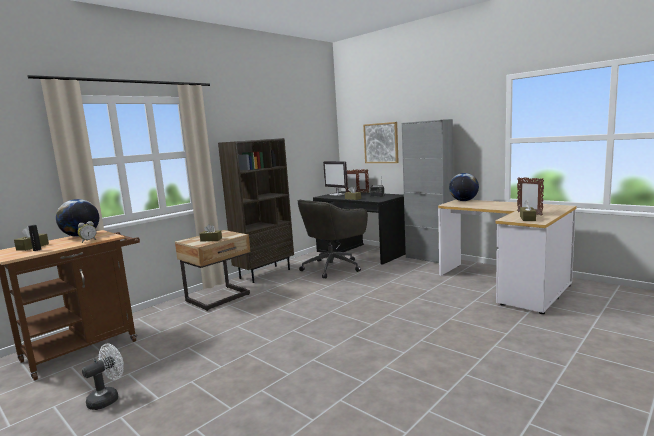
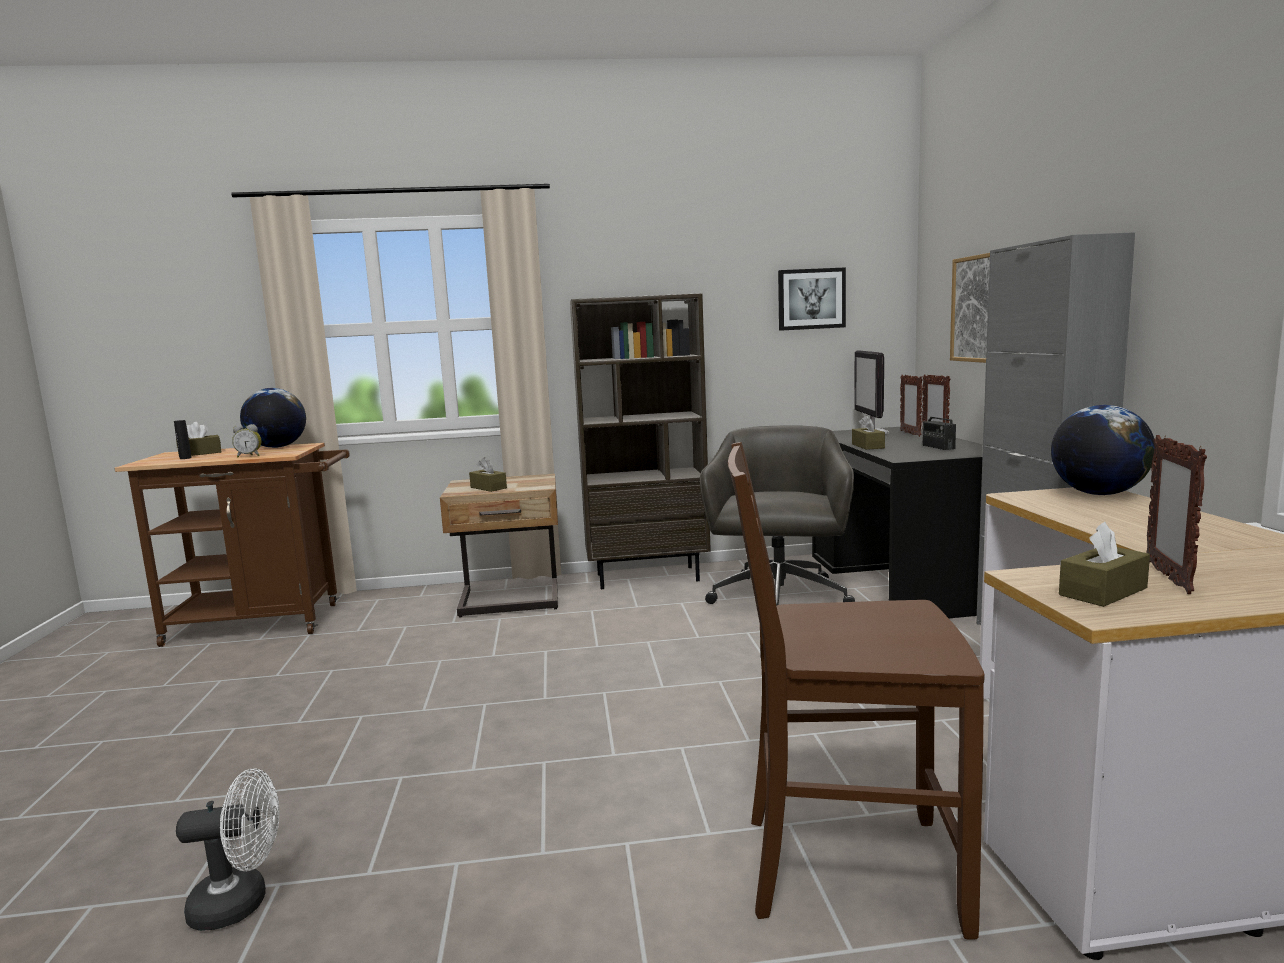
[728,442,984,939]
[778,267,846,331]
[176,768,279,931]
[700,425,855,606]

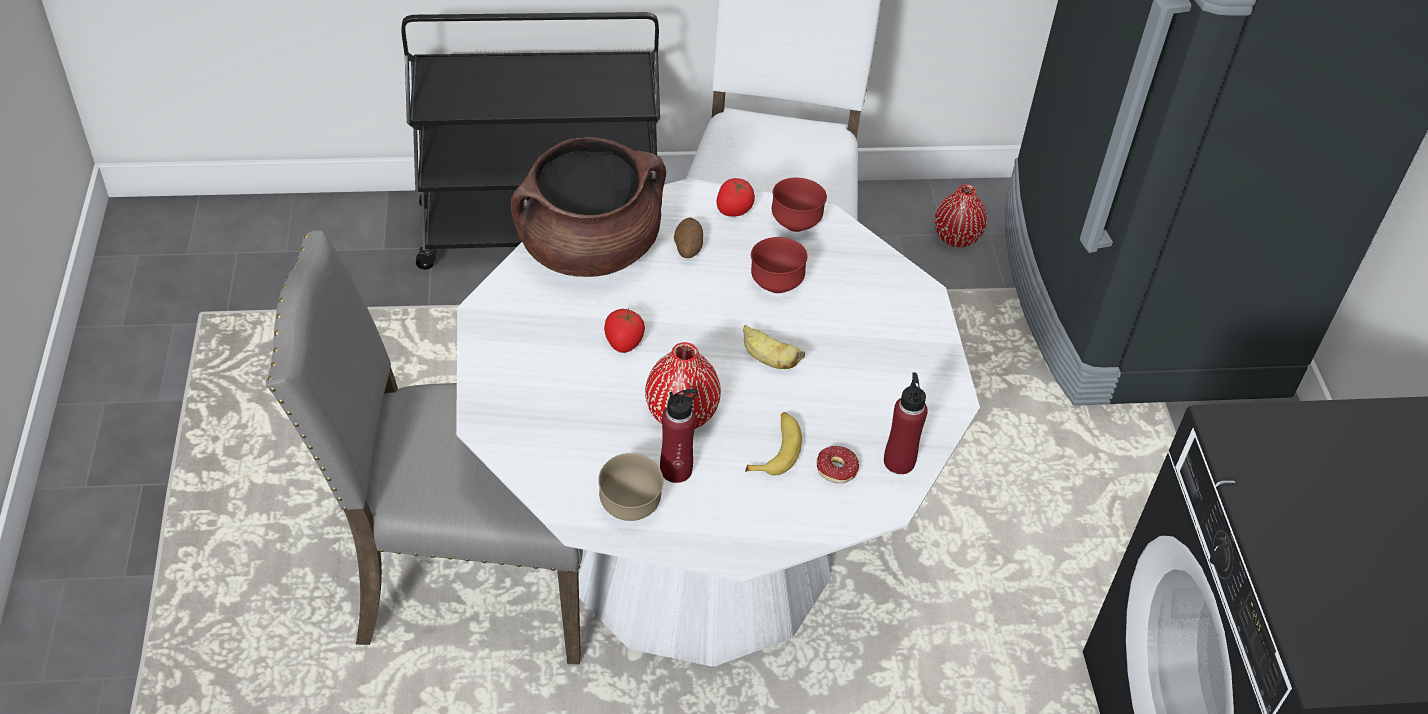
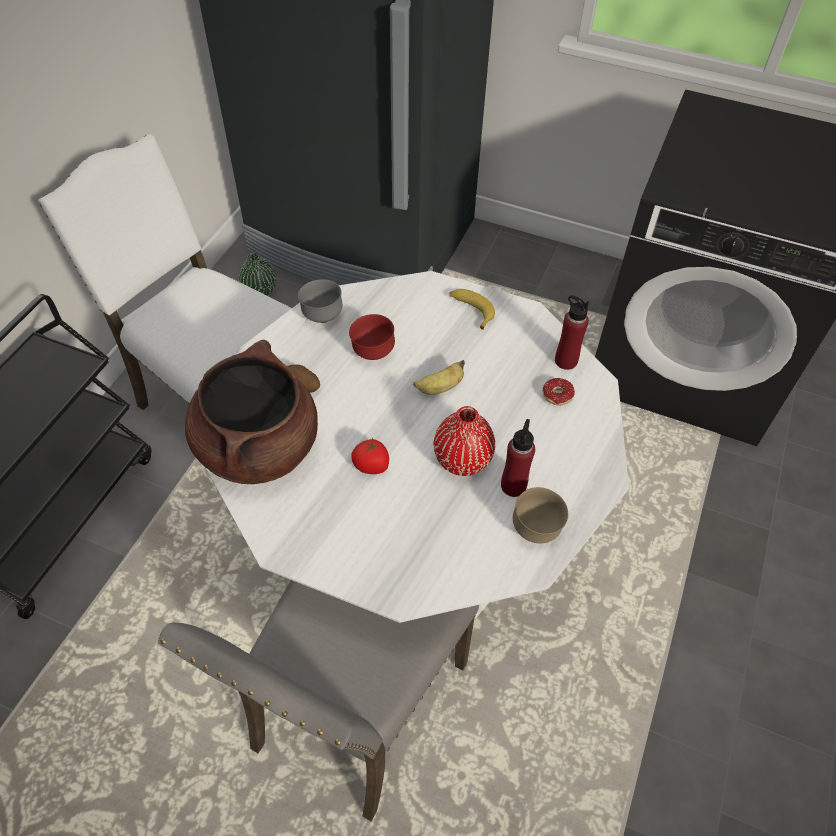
[717,178,755,217] (first image)
[450,289,495,330]
[298,279,342,323]
[239,253,276,295]

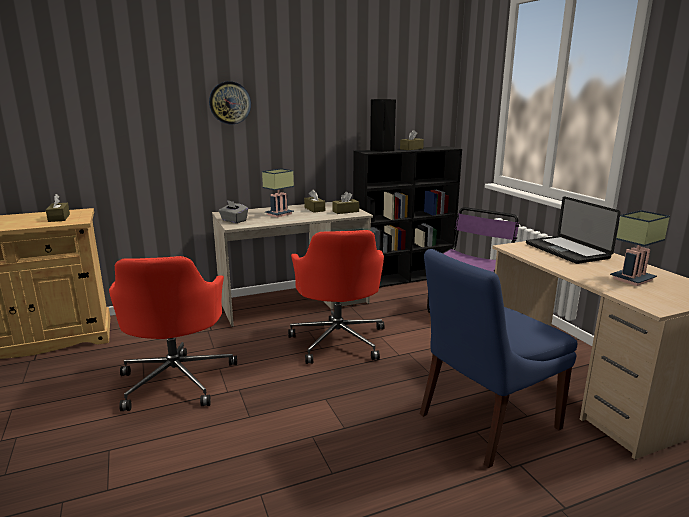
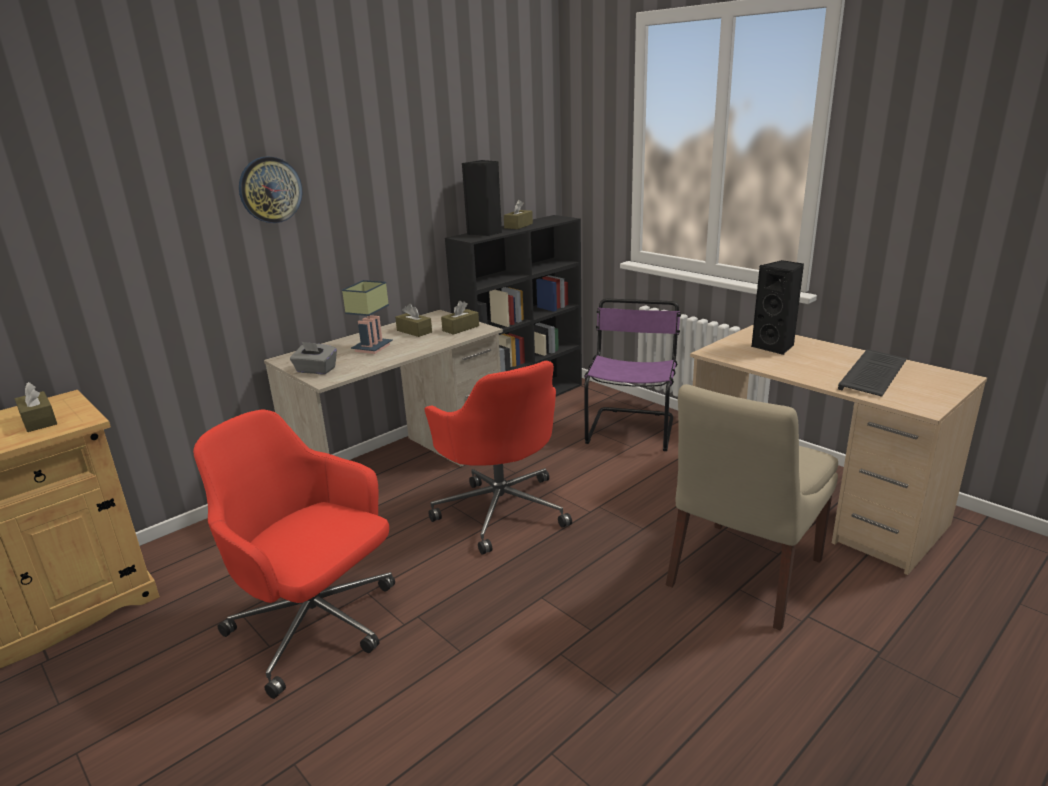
[751,260,804,355]
[838,349,907,397]
[666,384,838,631]
[193,409,395,699]

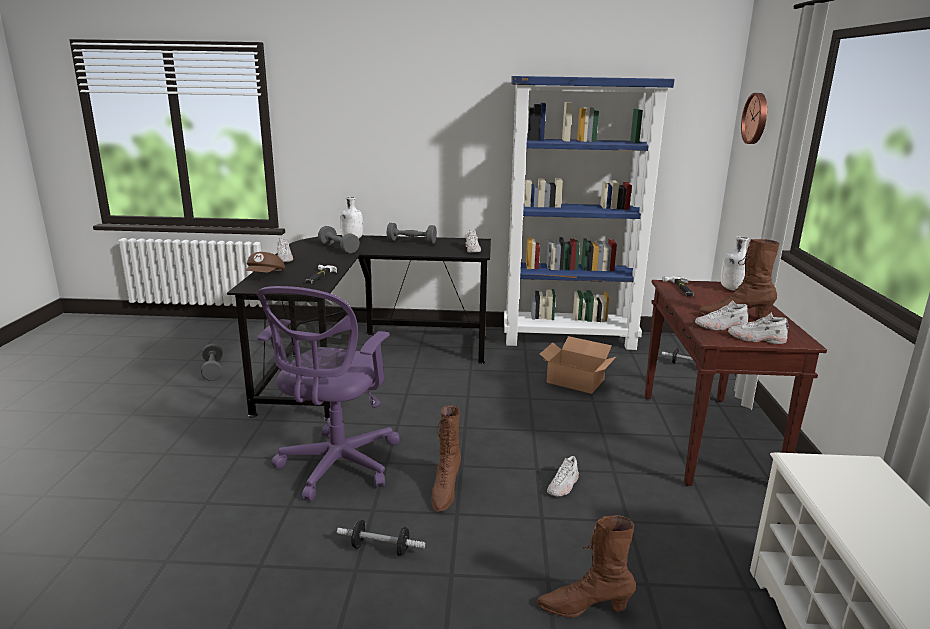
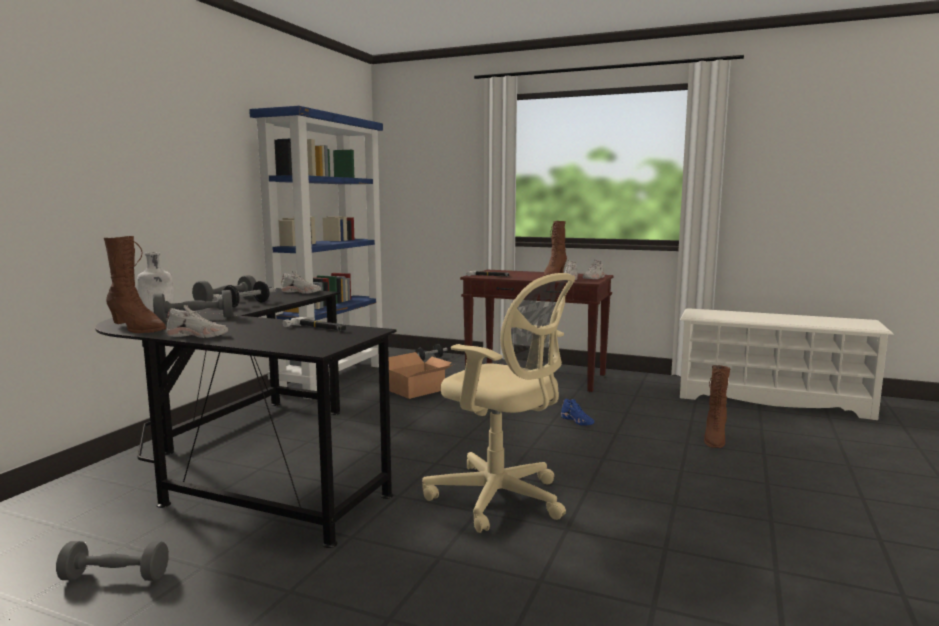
[245,252,285,273] (first image)
[721,236,749,291] (first image)
[741,93,767,144] (first image)
[214,281,276,307]
[104,236,166,333]
[422,273,575,533]
[561,399,594,426]

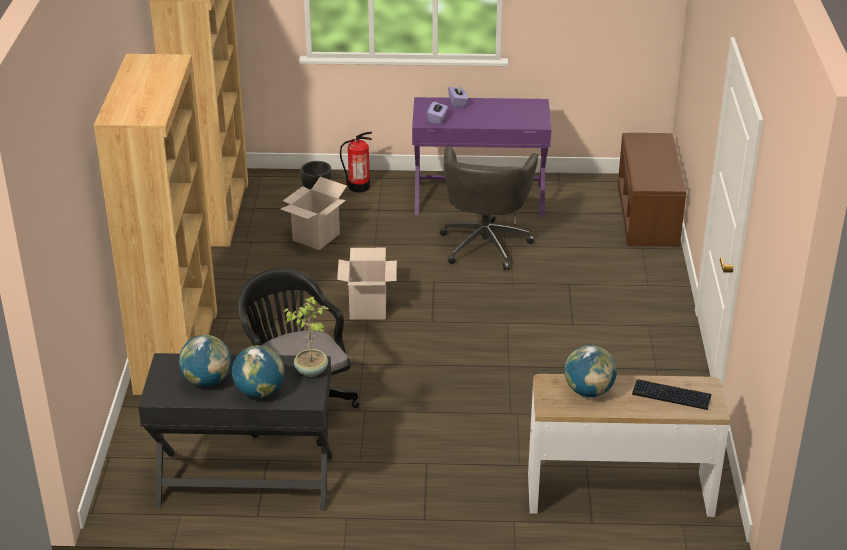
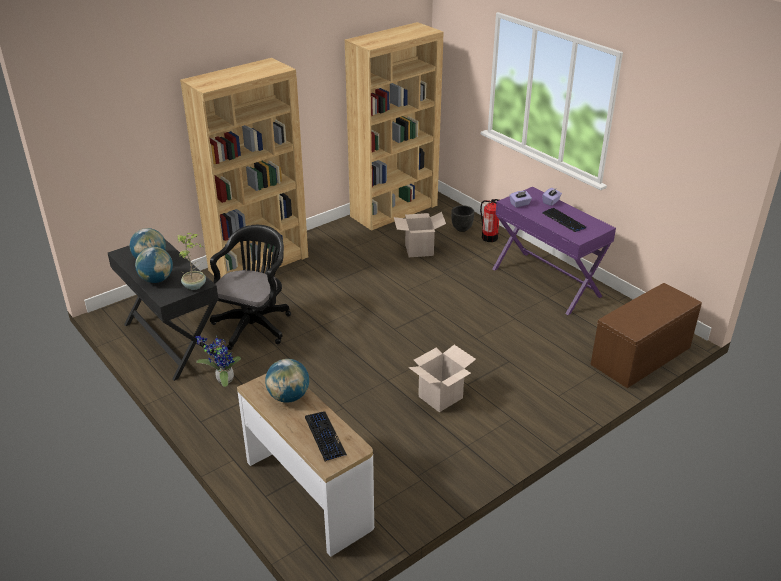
[440,146,538,270] (first image)
[195,336,241,387]
[543,208,586,232]
[408,345,476,412]

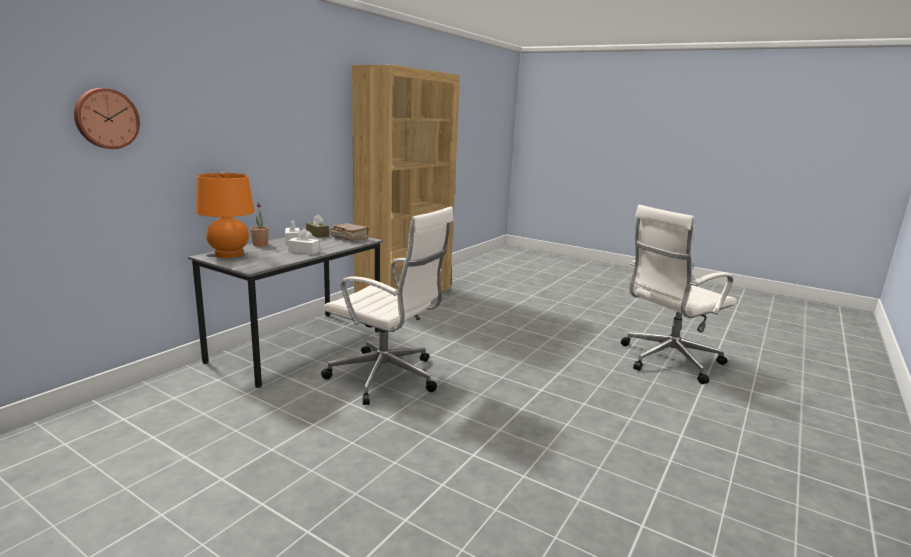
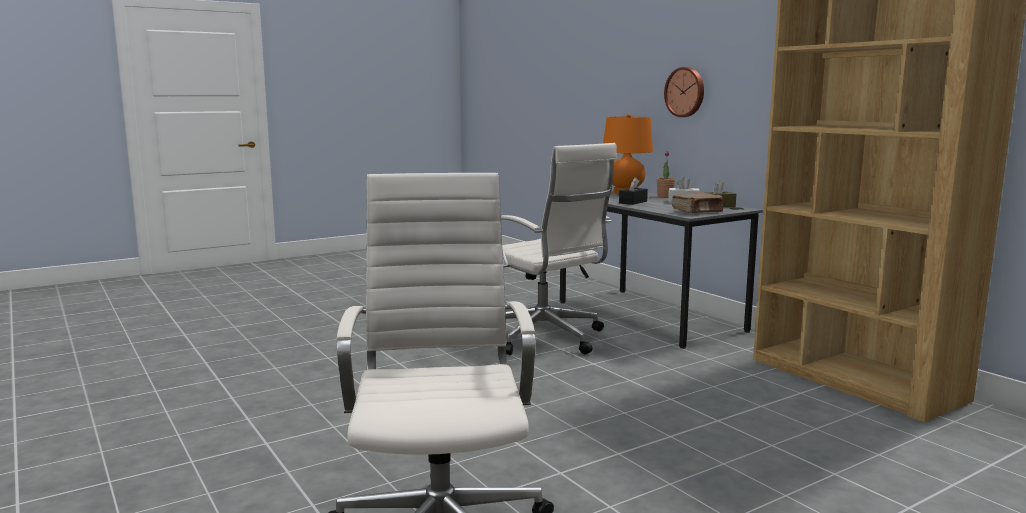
[664,67,704,117]
[619,177,648,205]
[501,143,617,355]

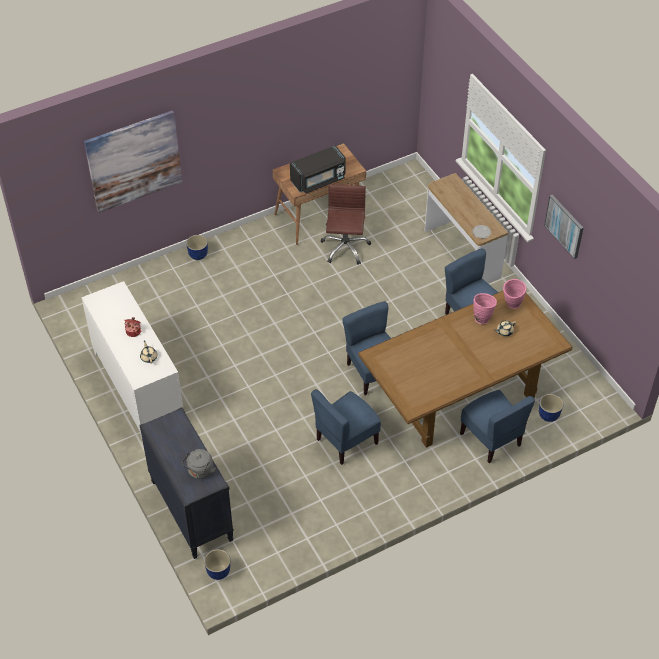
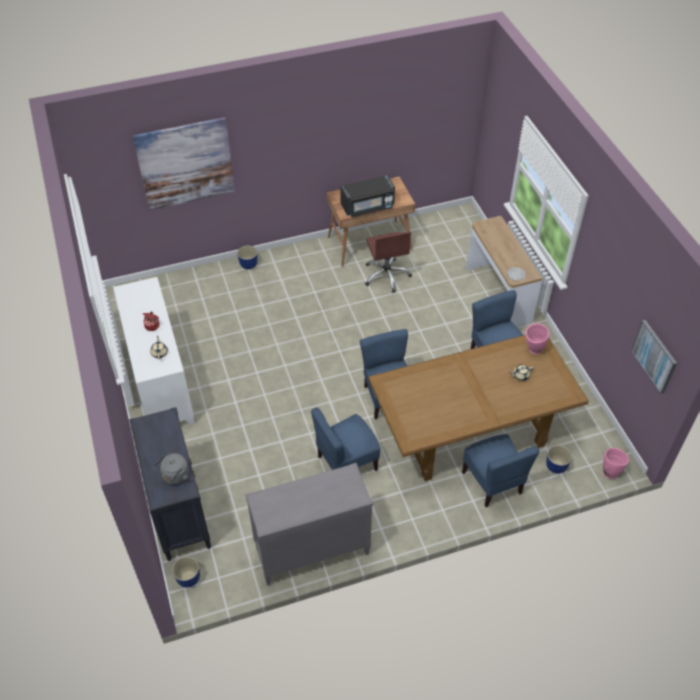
[245,463,373,586]
[603,448,629,479]
[631,320,677,394]
[365,231,412,293]

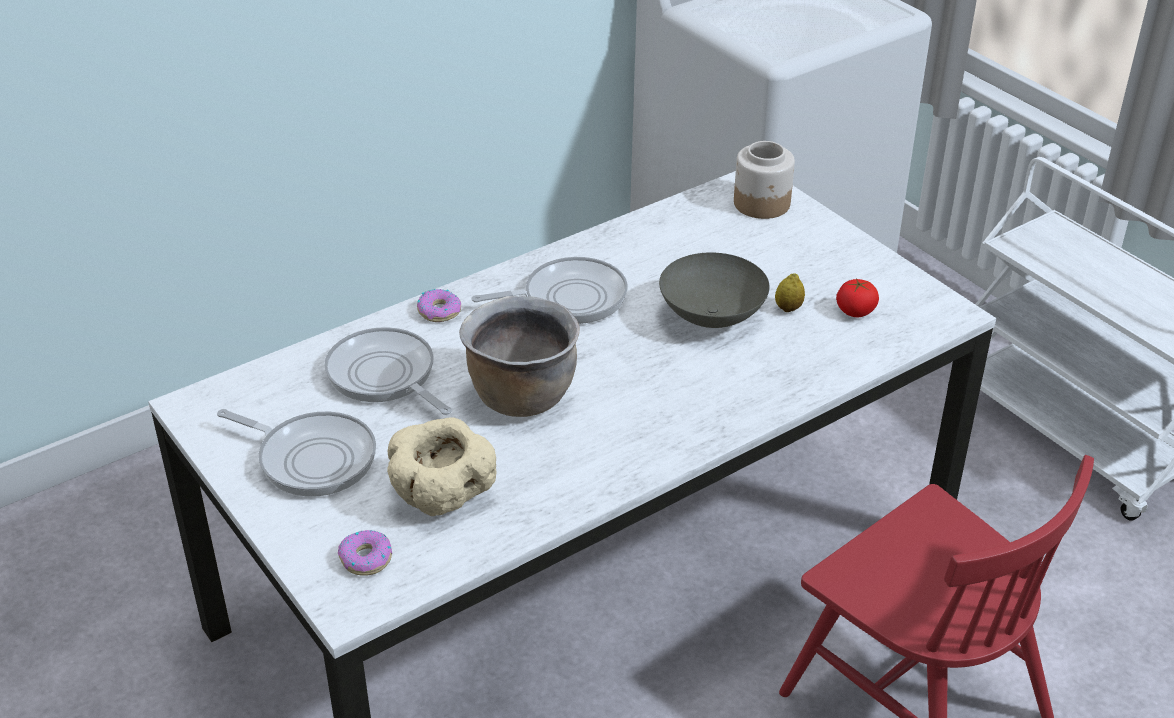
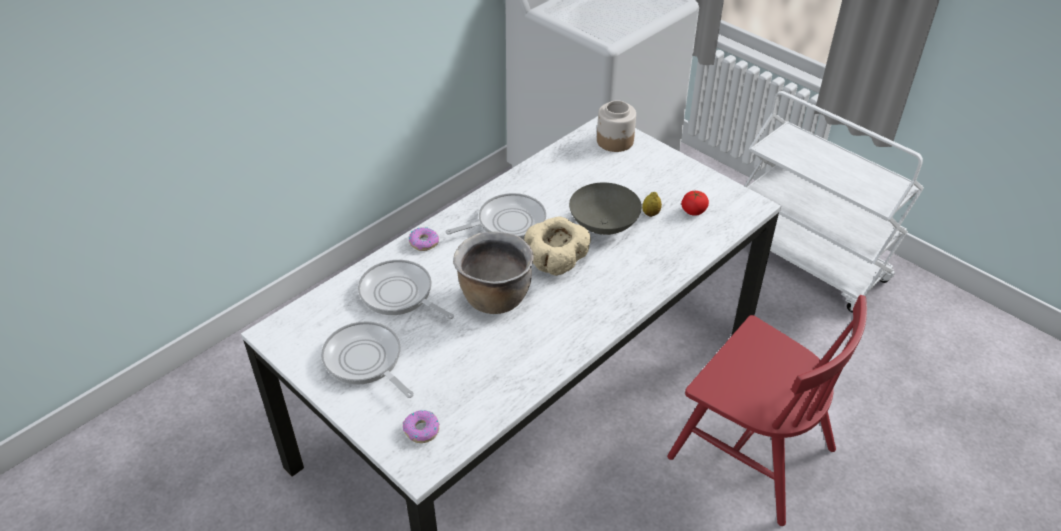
[524,216,591,276]
[321,321,414,398]

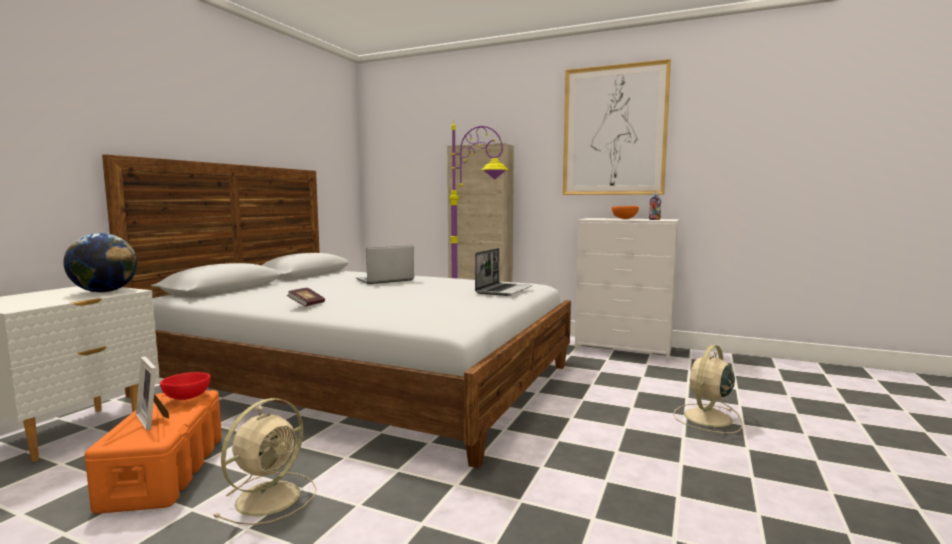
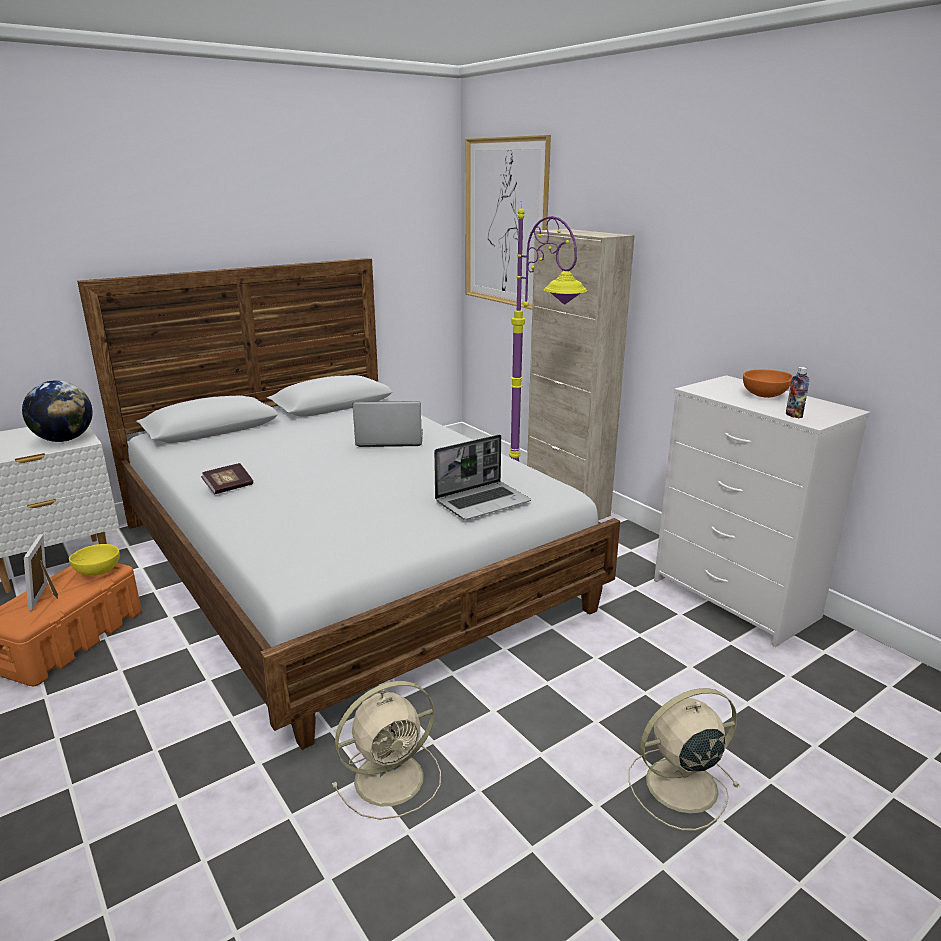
[332,681,441,820]
[465,135,551,310]
[69,544,120,576]

